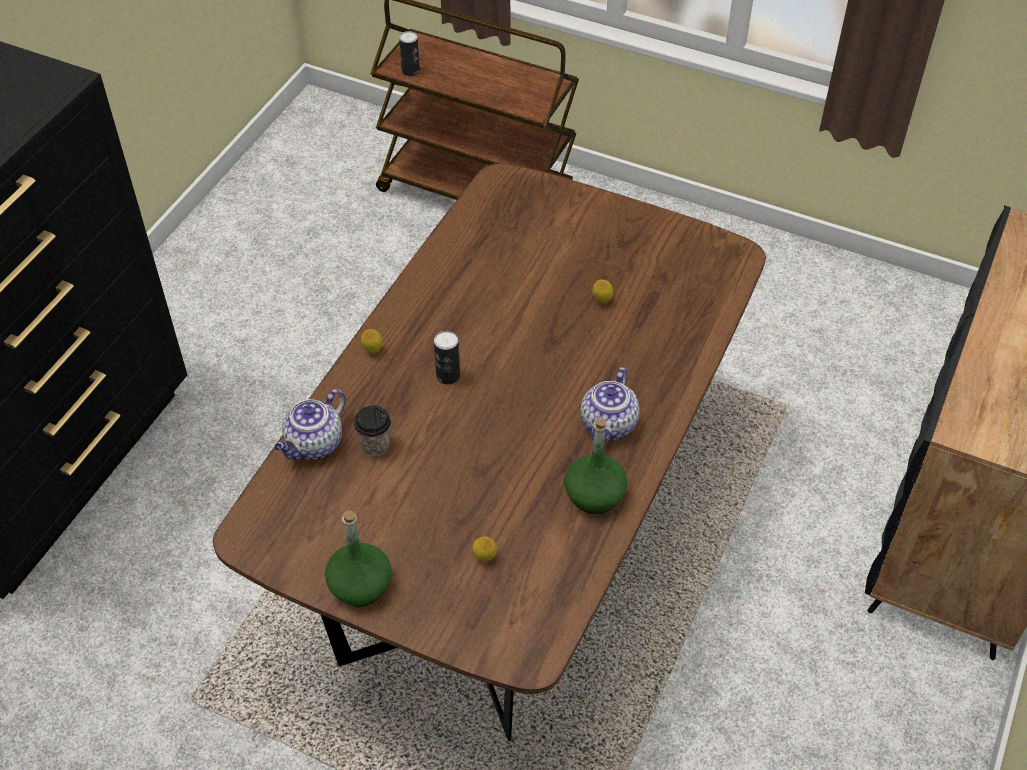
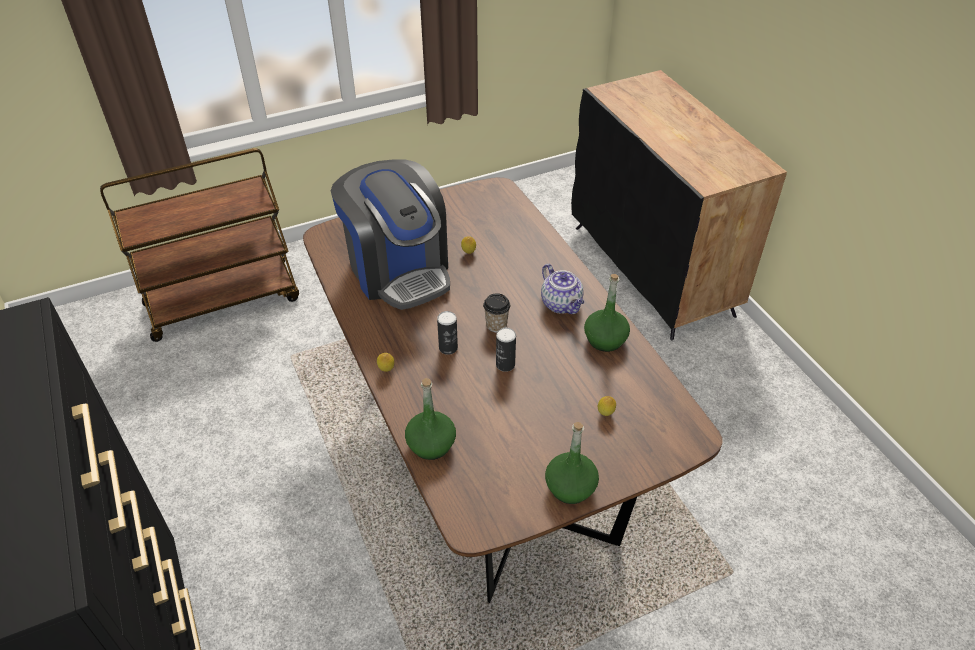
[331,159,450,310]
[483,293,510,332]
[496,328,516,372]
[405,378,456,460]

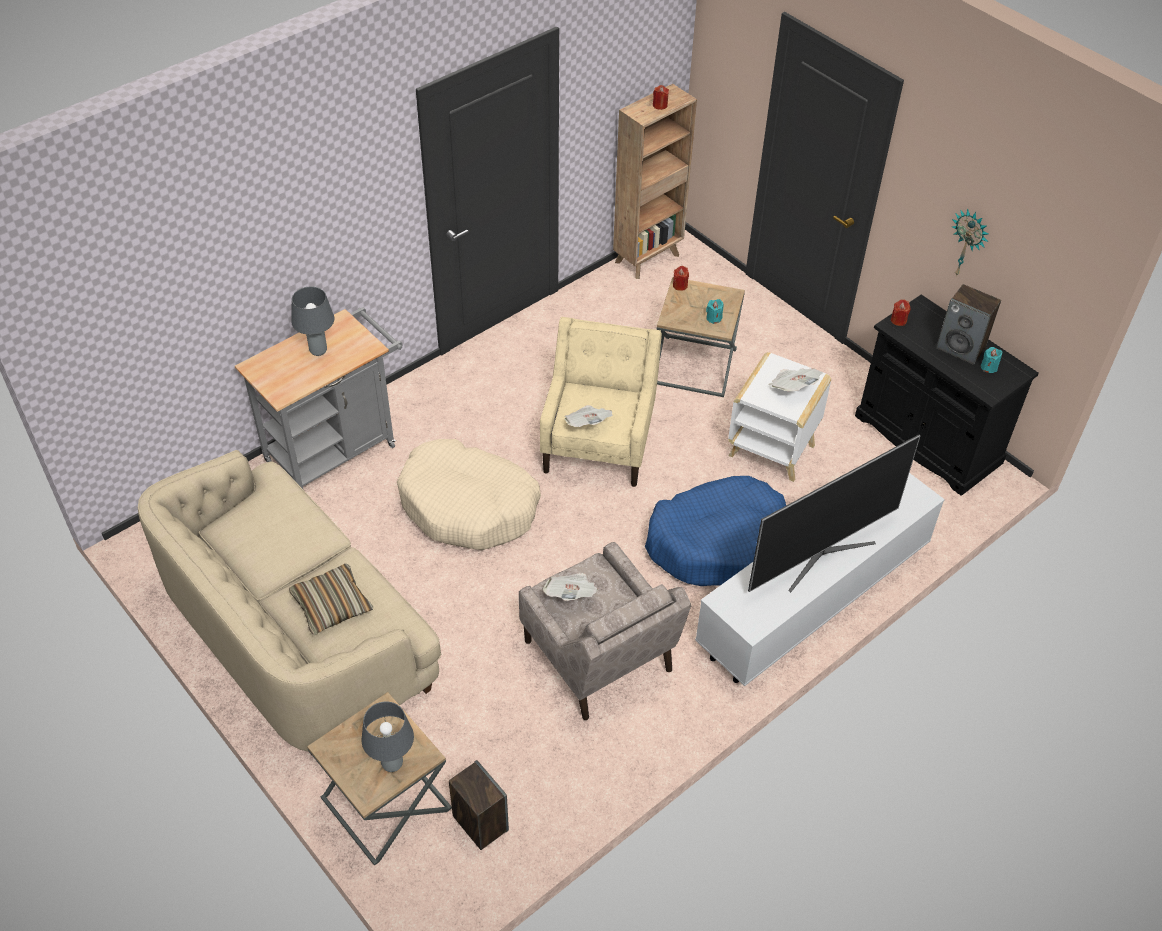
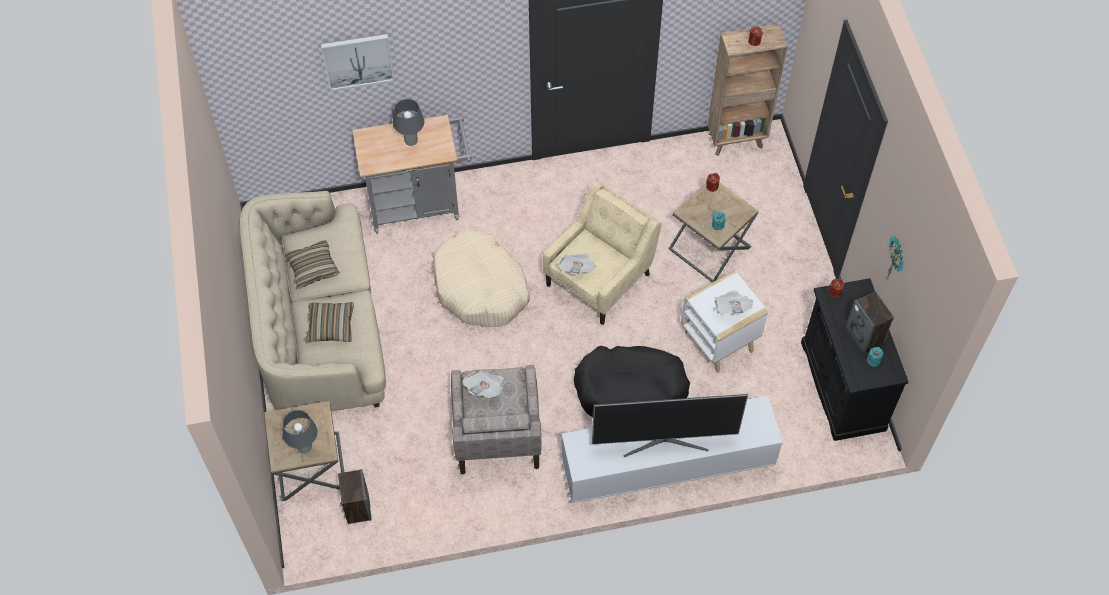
[285,240,339,289]
[321,34,394,91]
[574,346,690,417]

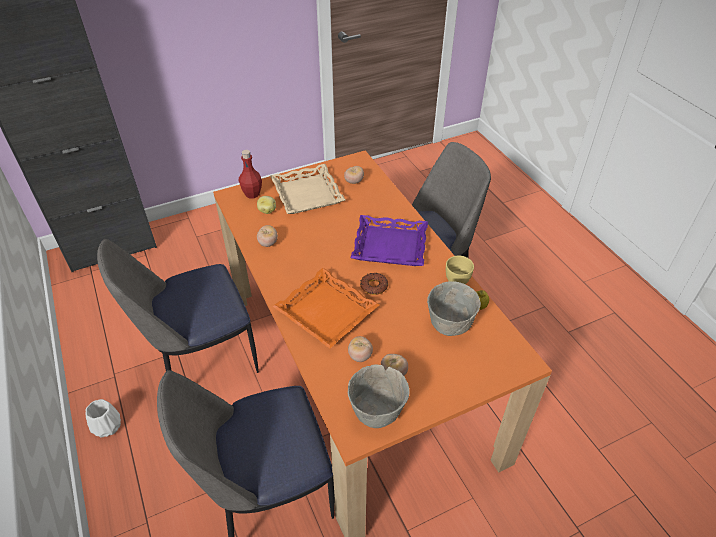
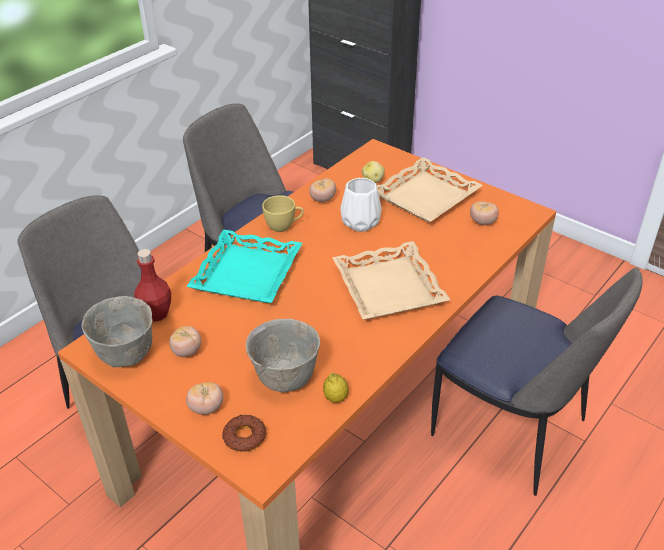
[340,178,382,232]
[134,249,171,322]
[186,382,223,415]
[222,415,266,452]
[262,195,304,232]
[186,229,302,303]
[332,241,450,319]

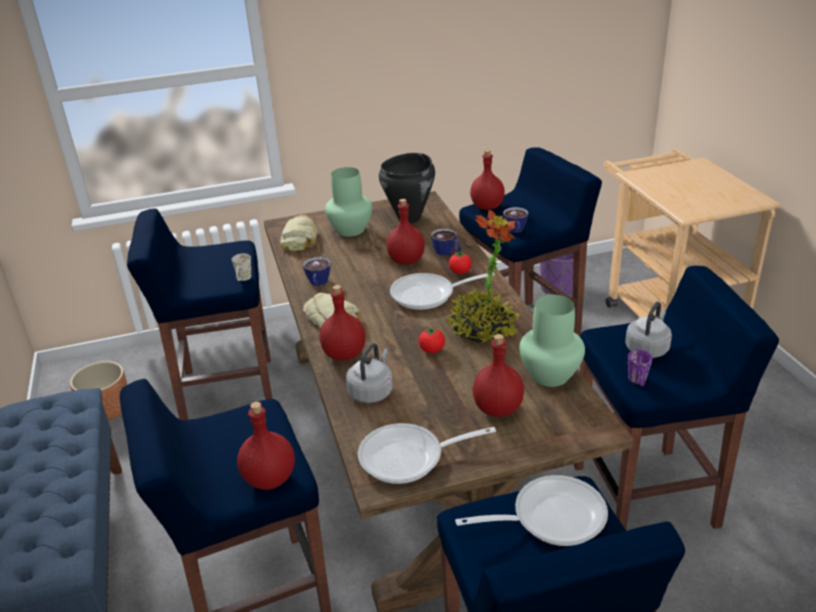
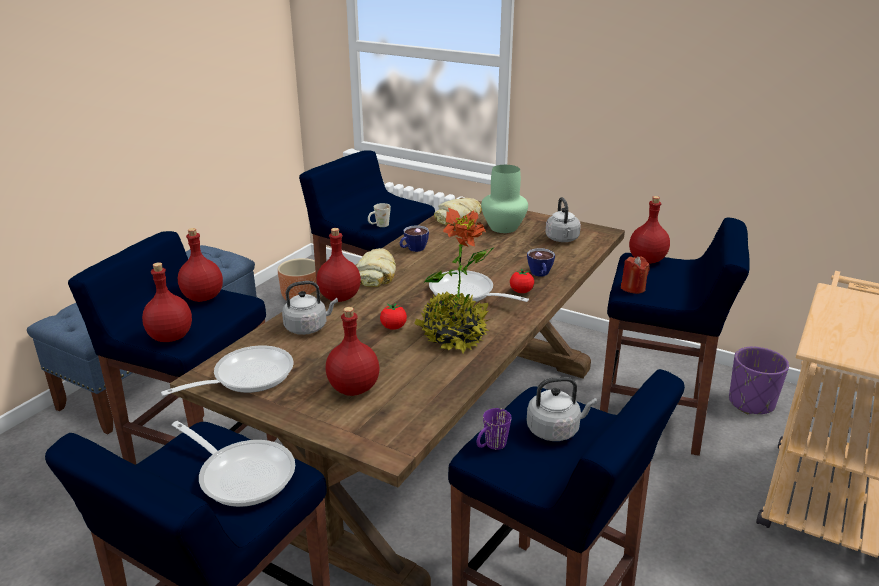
[519,295,585,387] (first image)
[178,228,223,302]
[545,197,581,242]
[621,256,650,294]
[161,345,293,396]

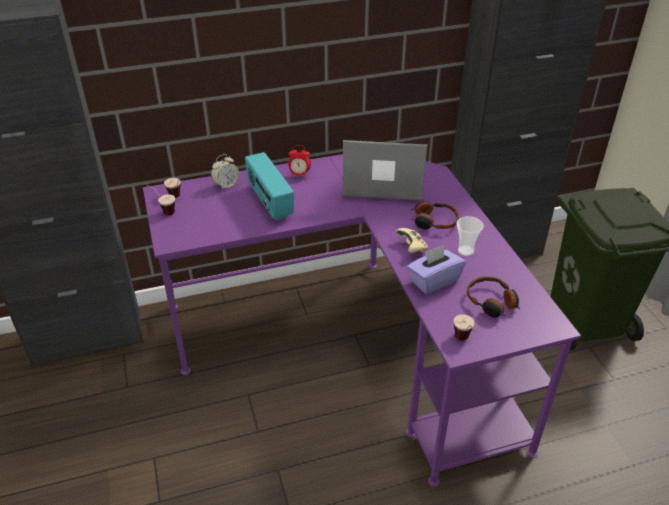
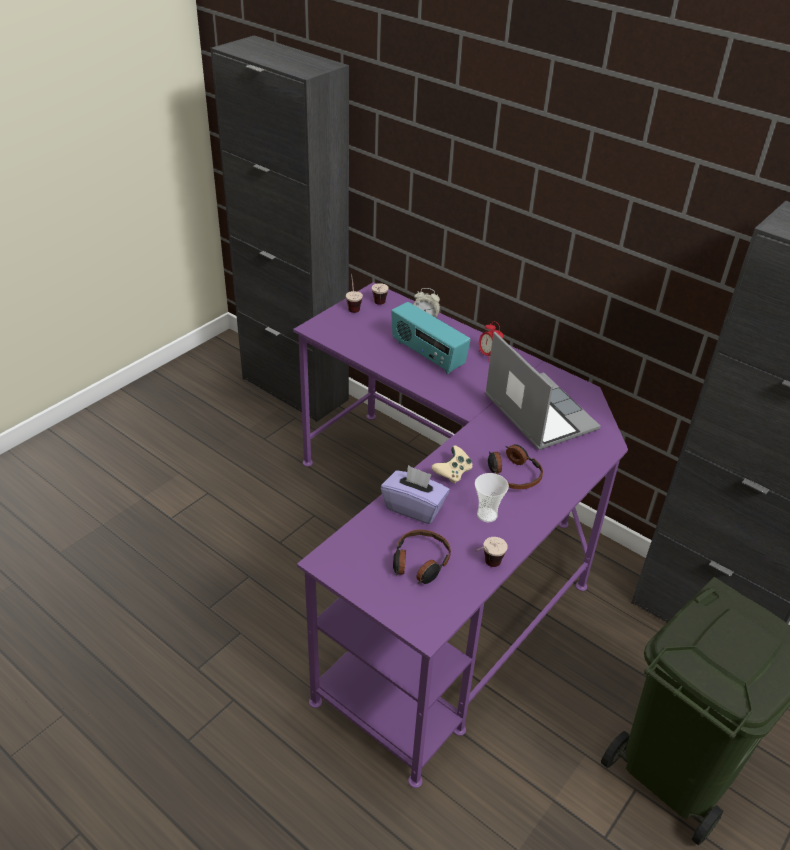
[475,537,508,567]
[391,302,471,374]

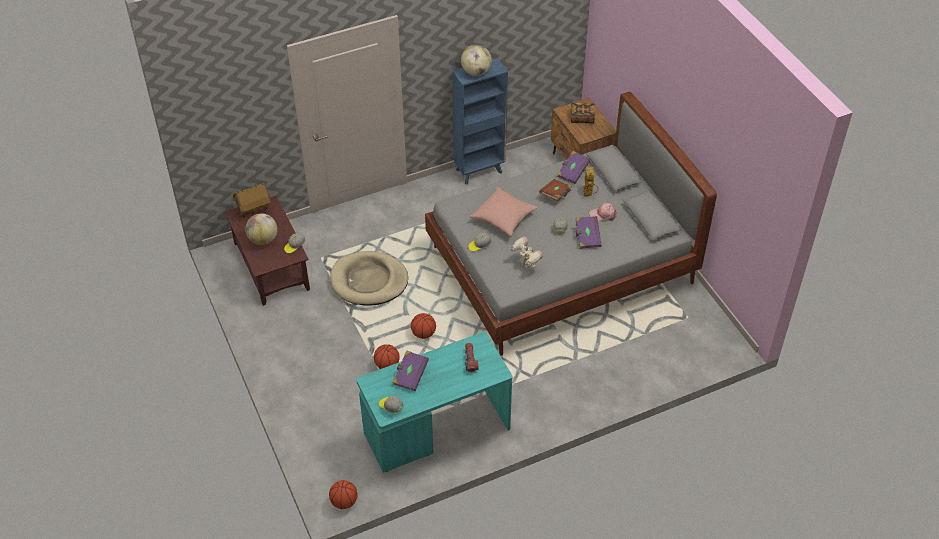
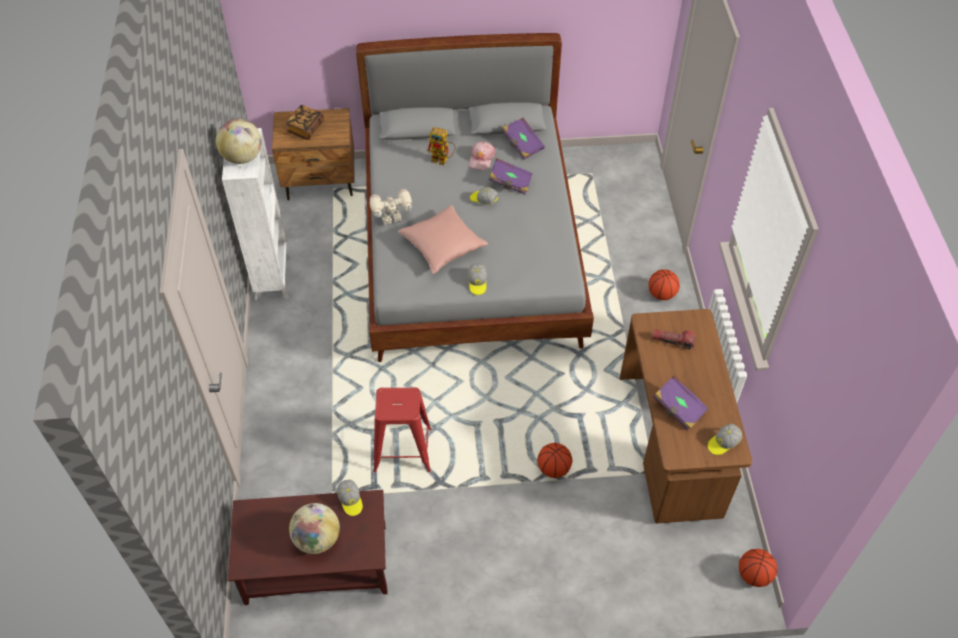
[233,183,271,221] (first image)
[539,179,572,201] (first image)
[649,269,680,300]
[369,189,413,225]
[502,118,545,160]
[373,387,432,472]
[620,309,752,523]
[222,128,291,301]

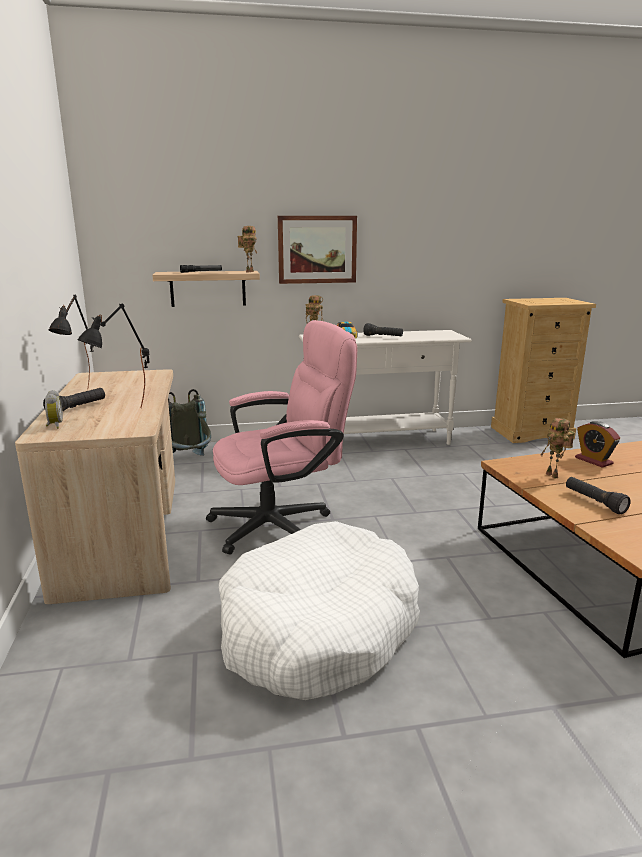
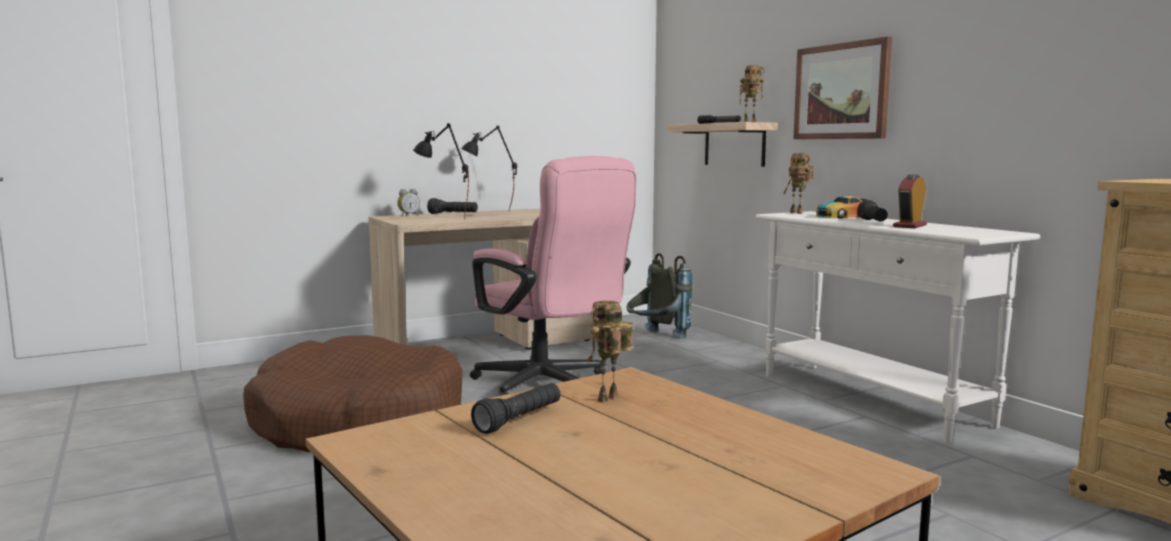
[893,174,927,228]
[243,335,463,452]

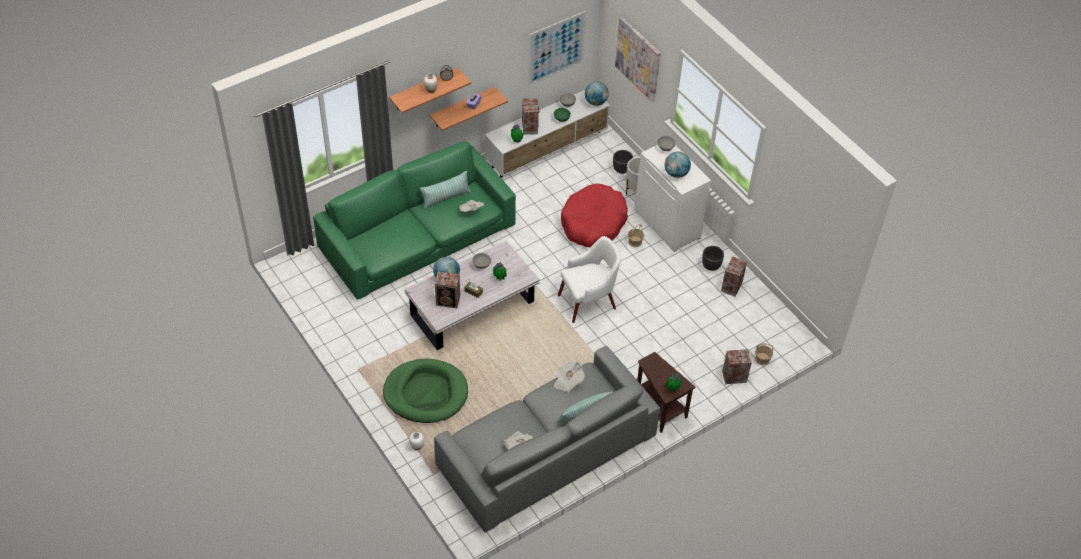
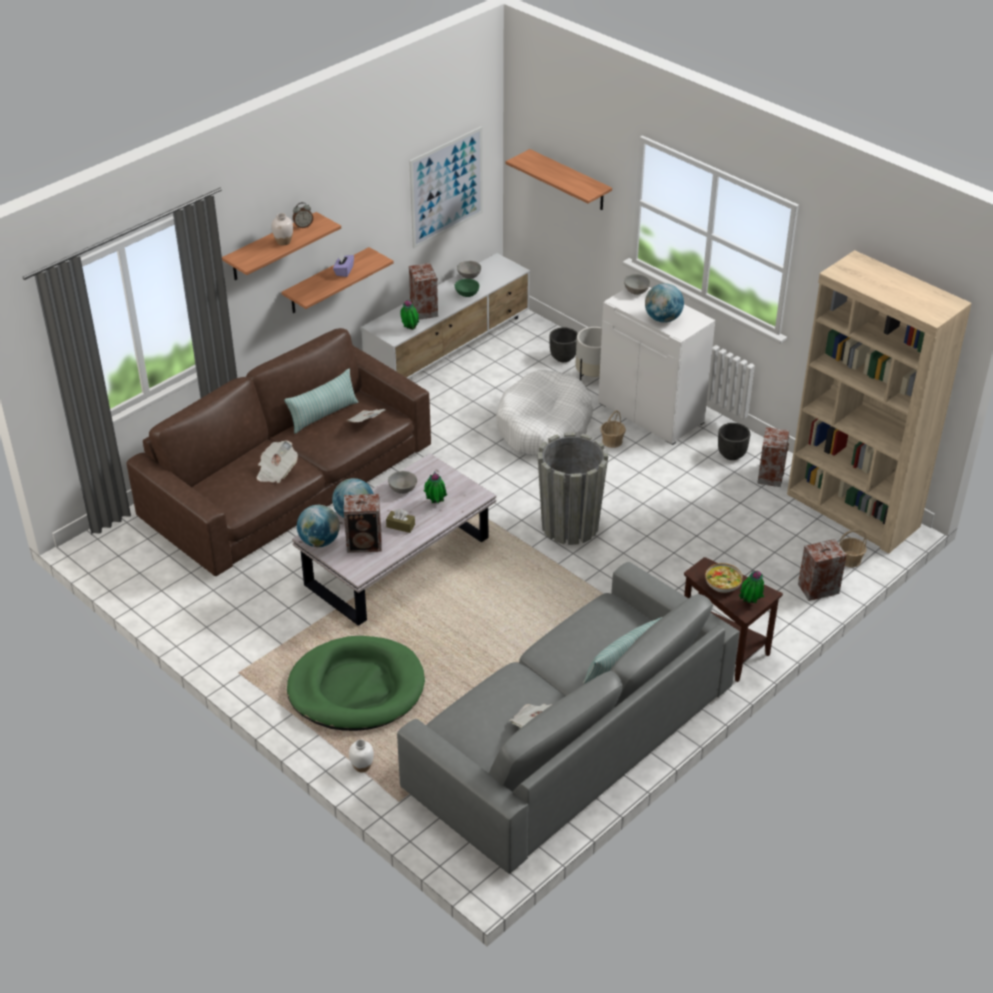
[705,563,743,593]
[787,250,972,554]
[257,440,298,483]
[297,505,340,547]
[537,432,608,545]
[505,149,612,210]
[127,328,431,576]
[496,370,593,456]

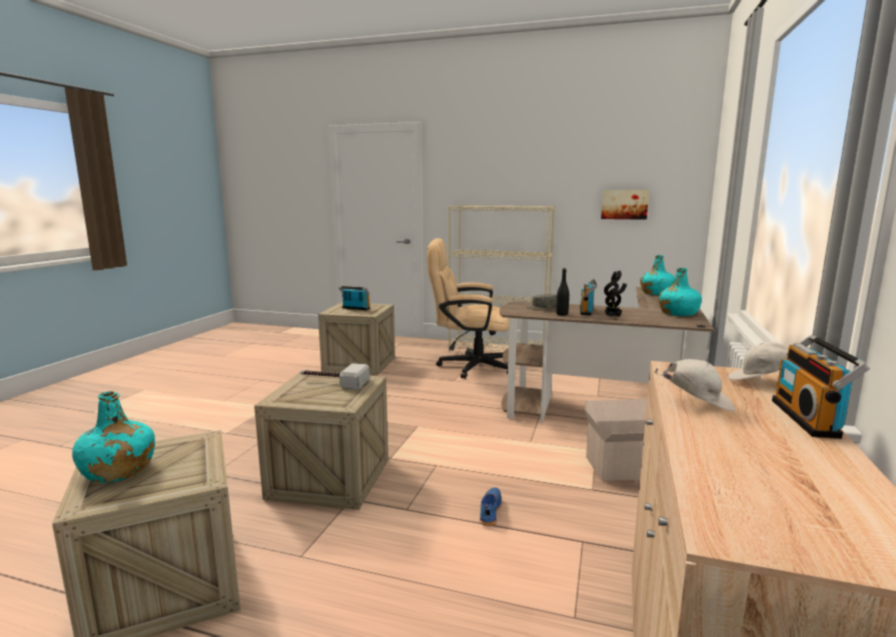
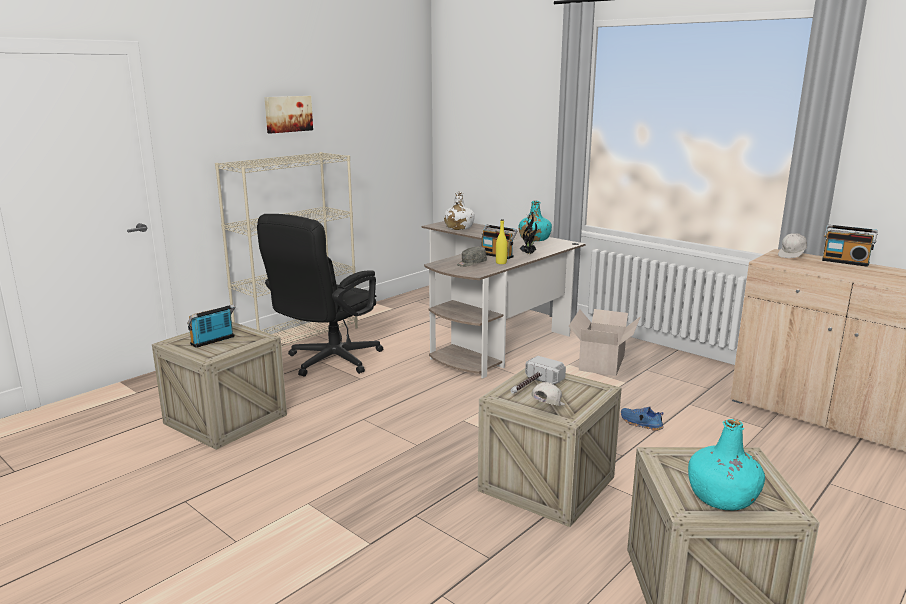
[264,96,313,134]
[532,382,565,406]
[257,214,383,377]
[496,219,507,264]
[444,192,475,230]

